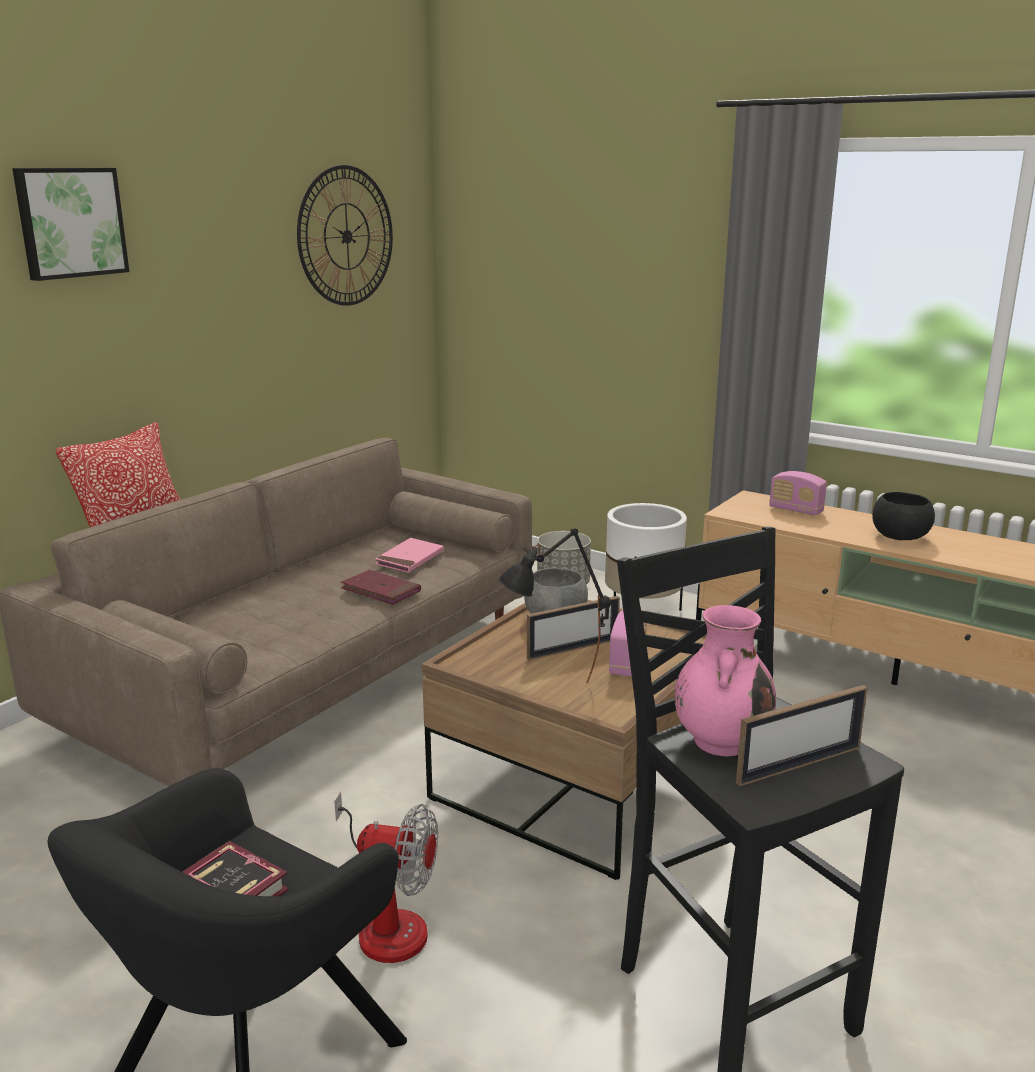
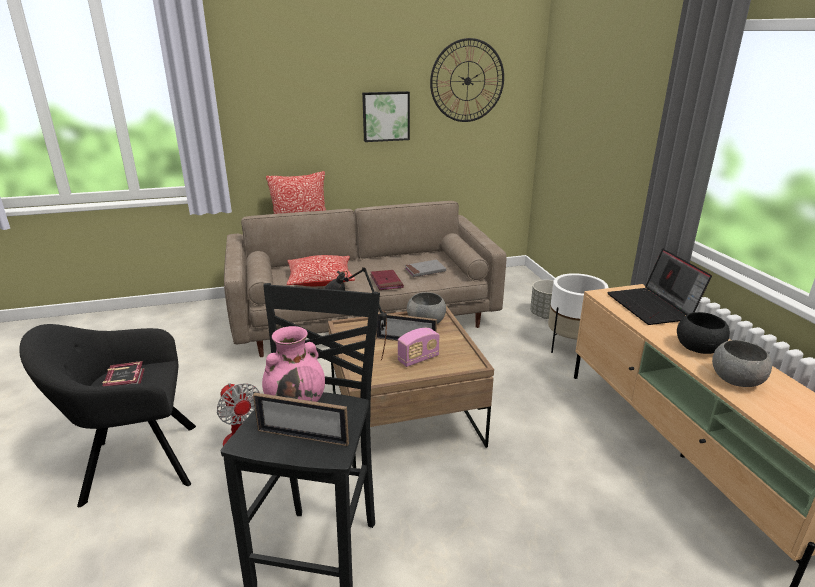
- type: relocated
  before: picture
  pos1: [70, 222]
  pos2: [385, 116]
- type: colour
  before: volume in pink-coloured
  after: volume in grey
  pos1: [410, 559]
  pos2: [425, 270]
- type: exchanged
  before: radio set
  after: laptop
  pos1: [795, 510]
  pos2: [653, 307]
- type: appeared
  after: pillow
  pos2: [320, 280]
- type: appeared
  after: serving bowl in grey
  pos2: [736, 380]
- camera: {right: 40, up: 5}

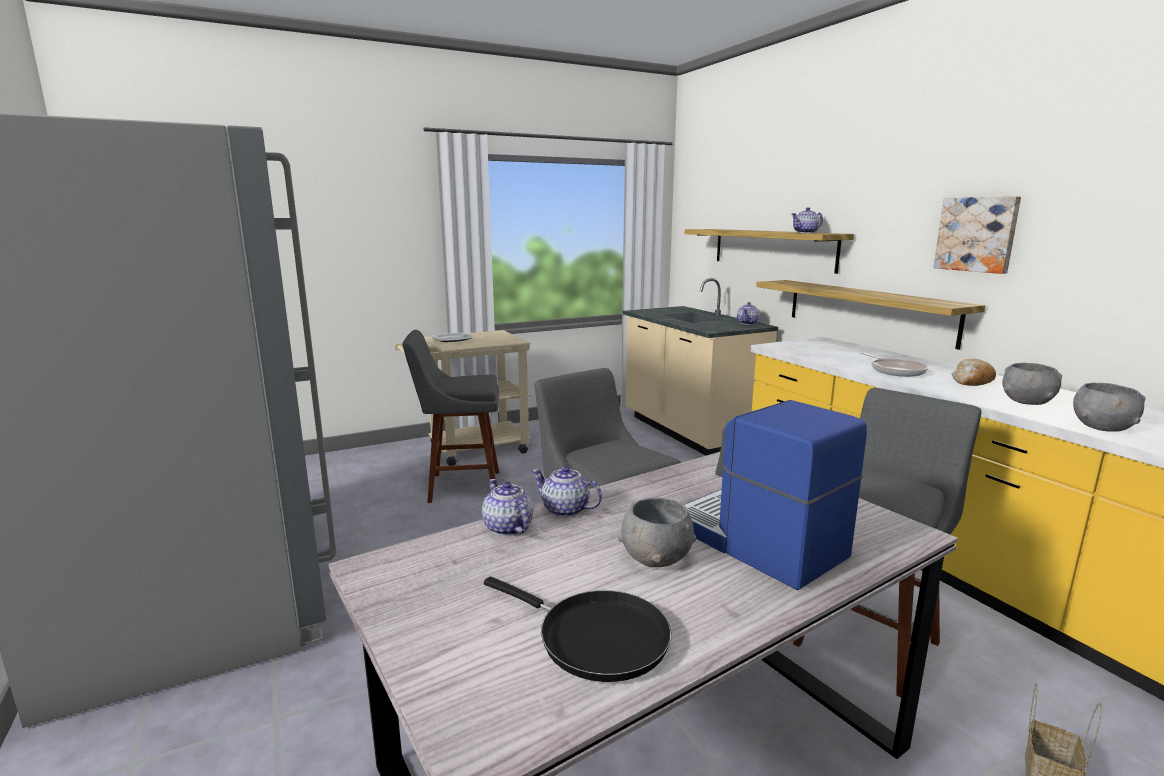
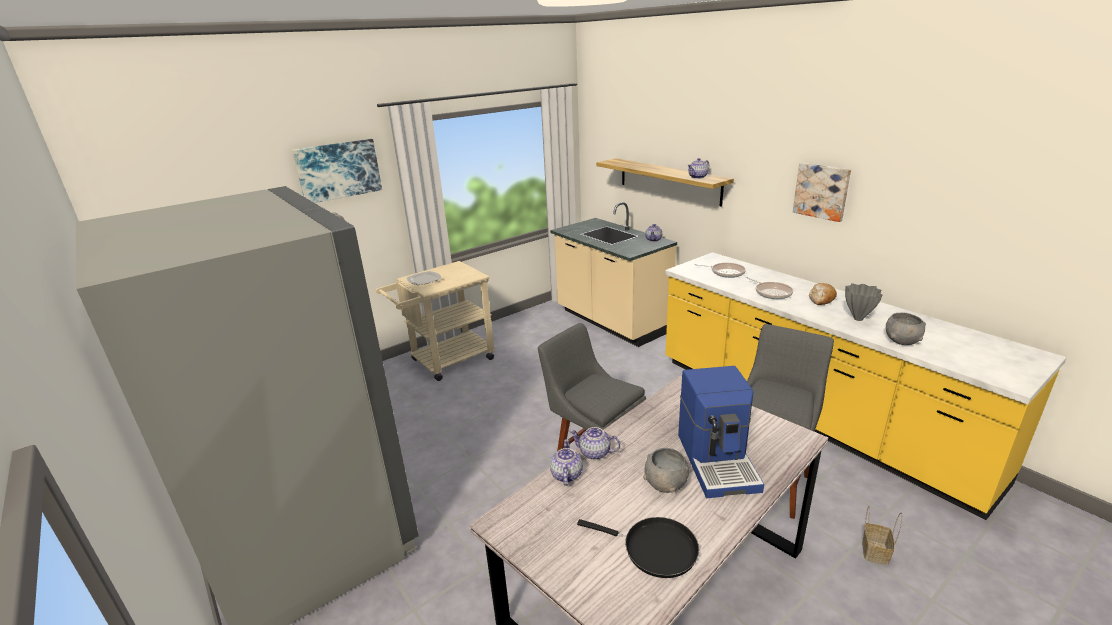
- type: missing
  before: sitting stool in grey
  pos1: [460, 486]
- type: spun
  before: teapot
  pos1: [508, 528]
  pos2: [566, 475]
  turn: 45
- type: spun
  before: coffee maker
  pos1: [756, 542]
  pos2: [718, 461]
  turn: -135
- type: missing
  before: shelf
  pos1: [867, 310]
- type: exchanged
  before: serving bowl in grey
  after: vase in grey
  pos1: [1027, 401]
  pos2: [857, 318]
- type: appeared
  after: picture
  pos2: [338, 170]
- type: appeared
  after: frying pan
  pos2: [725, 272]
- camera: {right: -10, up: 10}

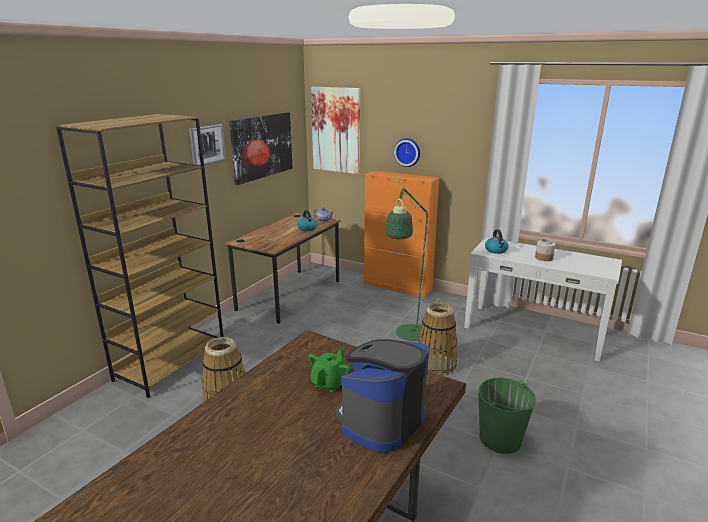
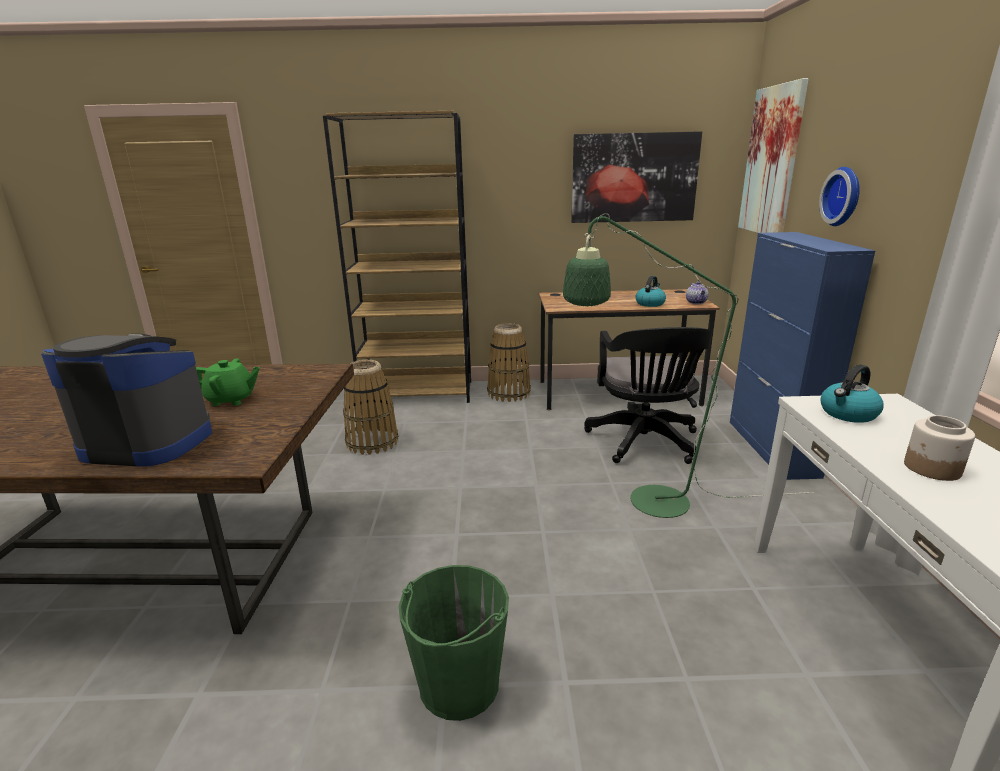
- type: missing
  before: picture
  pos1: [207, 144]
- type: colour
  before: cupboard in orange
  after: cupboard in bluish
  pos1: [398, 287]
  pos2: [771, 448]
- type: relocated
  before: storage basket
  pos1: [436, 365]
  pos2: [509, 393]
- type: appeared
  after: desk chair in blackish
  pos2: [644, 443]
- camera: {right: 60, up: 0}

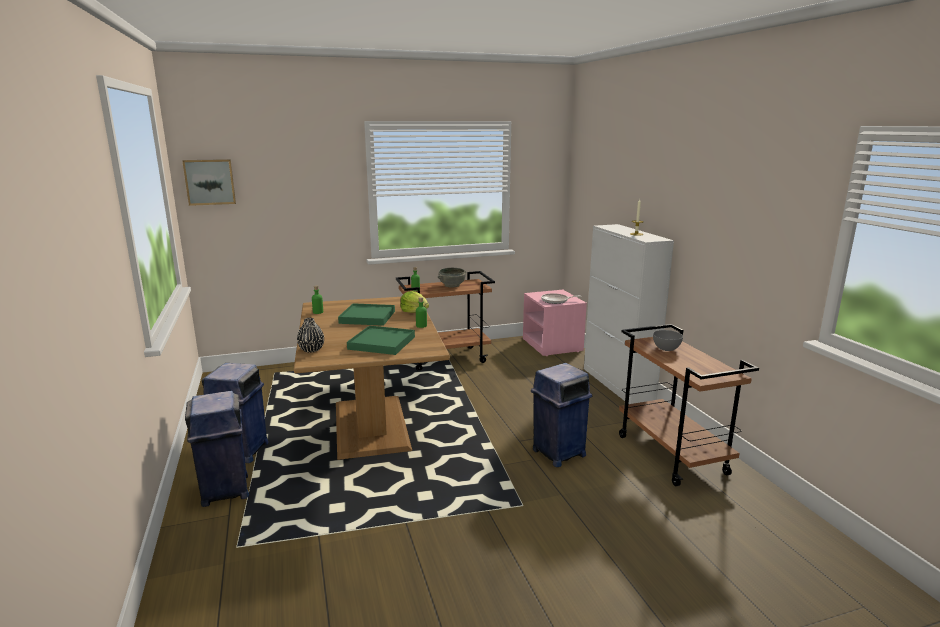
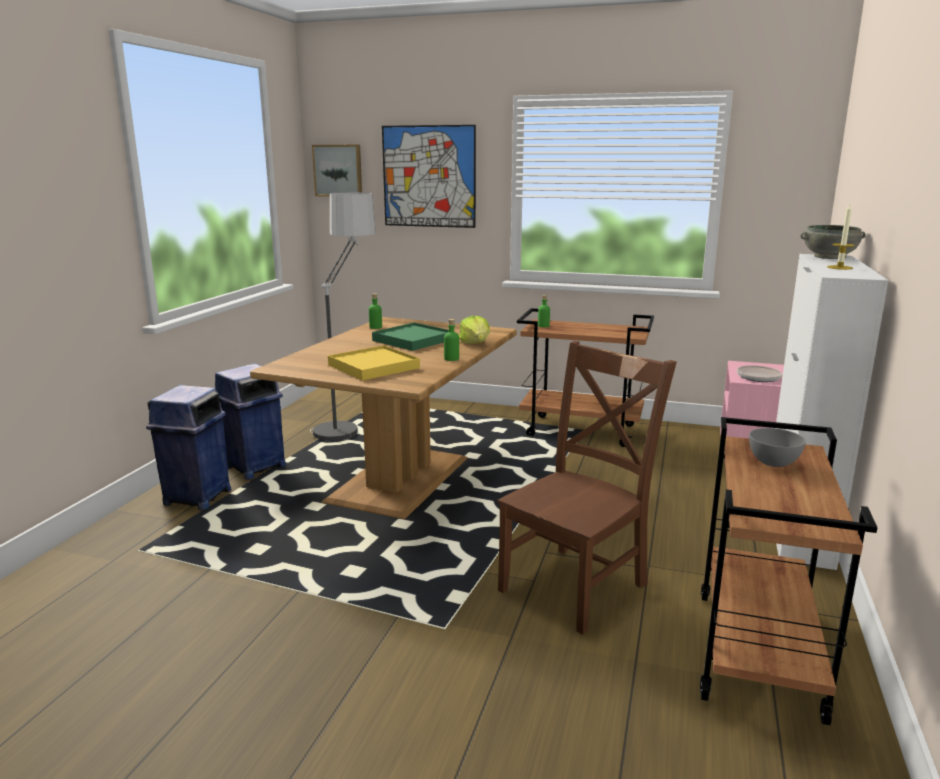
- type: missing
  before: vase in blackish
  pos1: [311, 350]
- type: colour
  before: tray in green-coloured
  after: tray in yellow
  pos1: [381, 343]
  pos2: [373, 366]
- type: relocated
  before: serving bowl in grey
  pos1: [452, 285]
  pos2: [829, 257]
- type: exchanged
  before: rubbish bin in bluish
  after: chair in brownish
  pos1: [558, 453]
  pos2: [577, 585]
- type: appeared
  after: standing lamp
  pos2: [347, 422]
- type: appeared
  after: picture
  pos2: [429, 176]
- camera: {right: 35, up: 0}

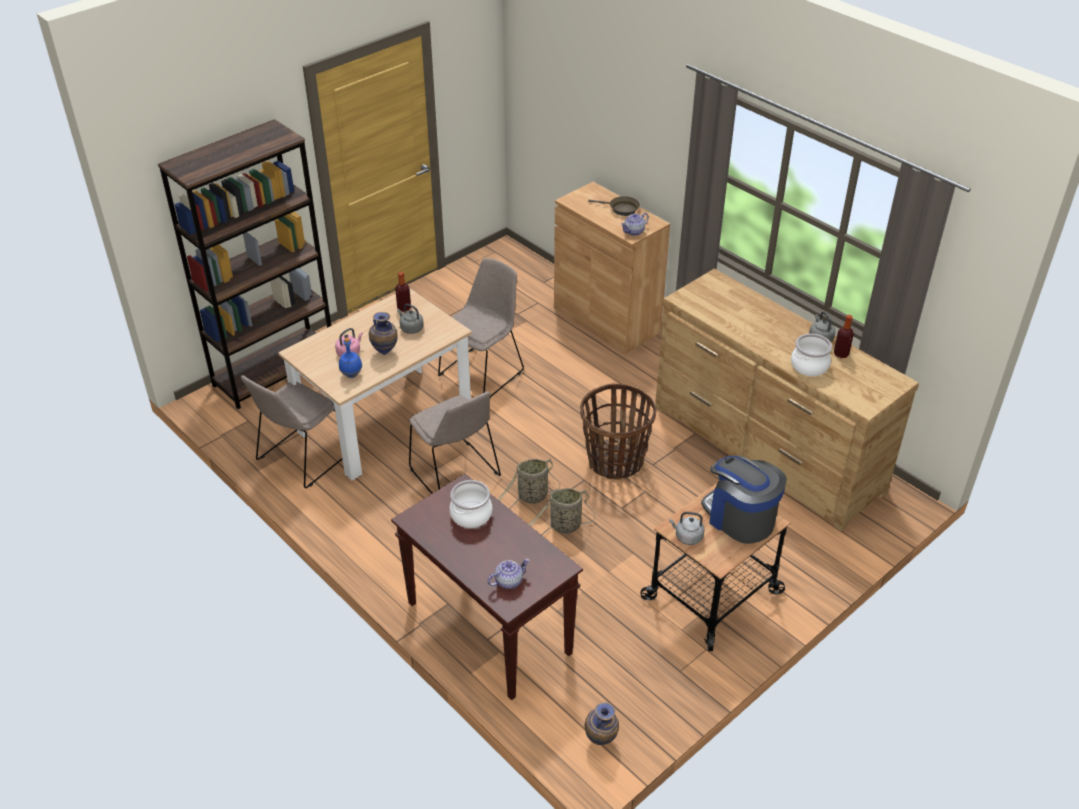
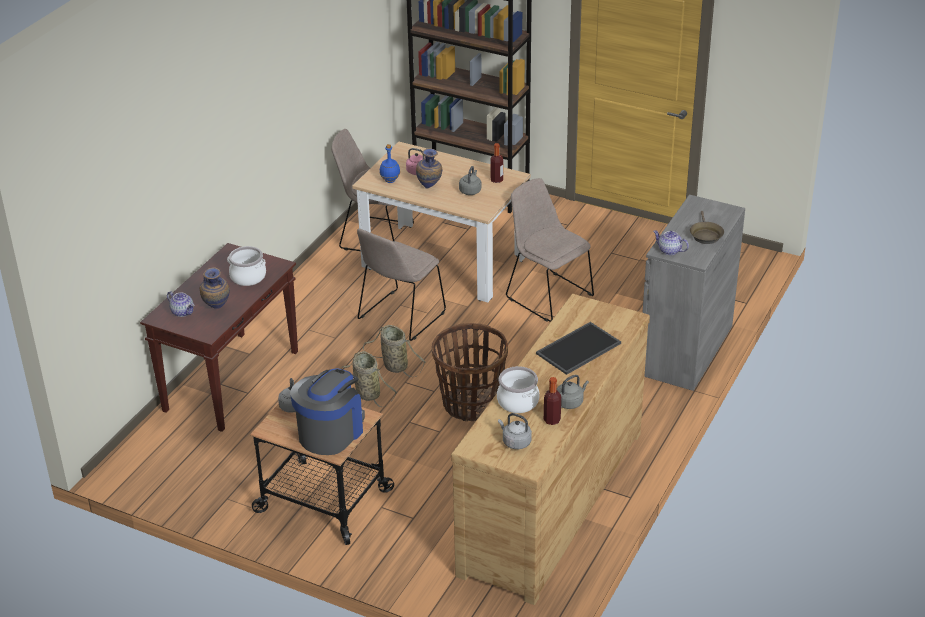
- type: spun
  before: chair in beige-coloured
  pos1: [483, 371]
  pos2: [547, 295]
  turn: -150
- type: colour
  before: cupboard in brownish
  after: cupboard in grey
  pos1: [606, 320]
  pos2: [686, 350]
- type: relocated
  before: vase
  pos1: [601, 741]
  pos2: [216, 309]
- type: appeared
  after: water kettle in grey
  pos2: [515, 442]
- type: appeared
  after: tray
  pos2: [578, 349]
- camera: {right: 70, up: -5}

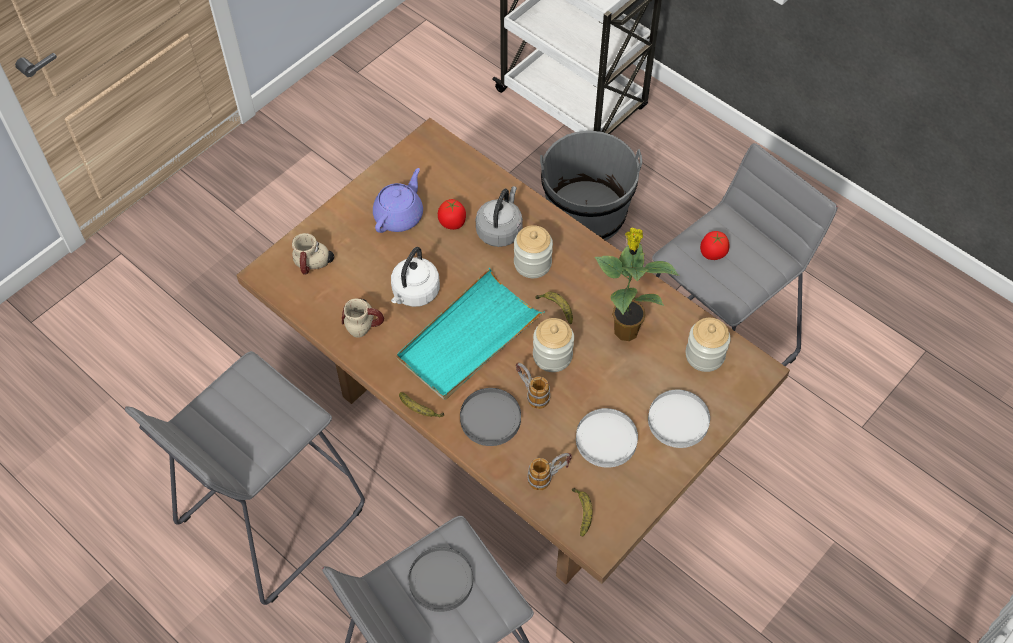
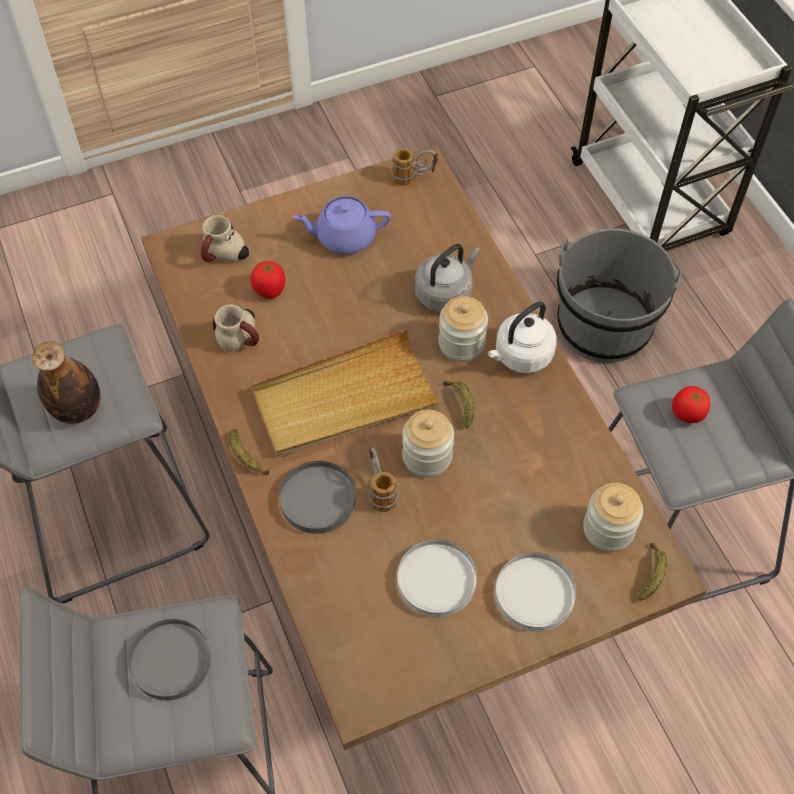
- type: spun
  before: teapot in purple-coloured
  pos1: [399, 215]
  pos2: [344, 237]
  turn: -150
- type: relocated
  before: water kettle in white-coloured
  pos1: [414, 293]
  pos2: [521, 356]
- type: colour
  before: tray in turquoise
  after: tray in beige-coloured
  pos1: [469, 338]
  pos2: [344, 399]
- type: relocated
  before: fresh tomato
  pos1: [452, 223]
  pos2: [270, 290]
- type: relocated
  before: tea mug
  pos1: [549, 476]
  pos2: [414, 178]
- type: relocated
  before: banana
  pos1: [582, 512]
  pos2: [652, 574]
- type: missing
  before: houseplant
  pos1: [625, 329]
- type: appeared
  after: bottle
  pos2: [78, 409]
- camera: {right: 25, up: 0}

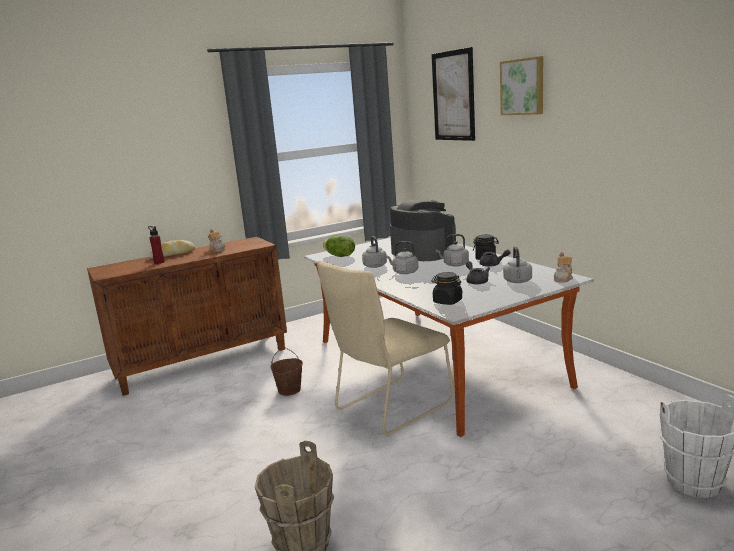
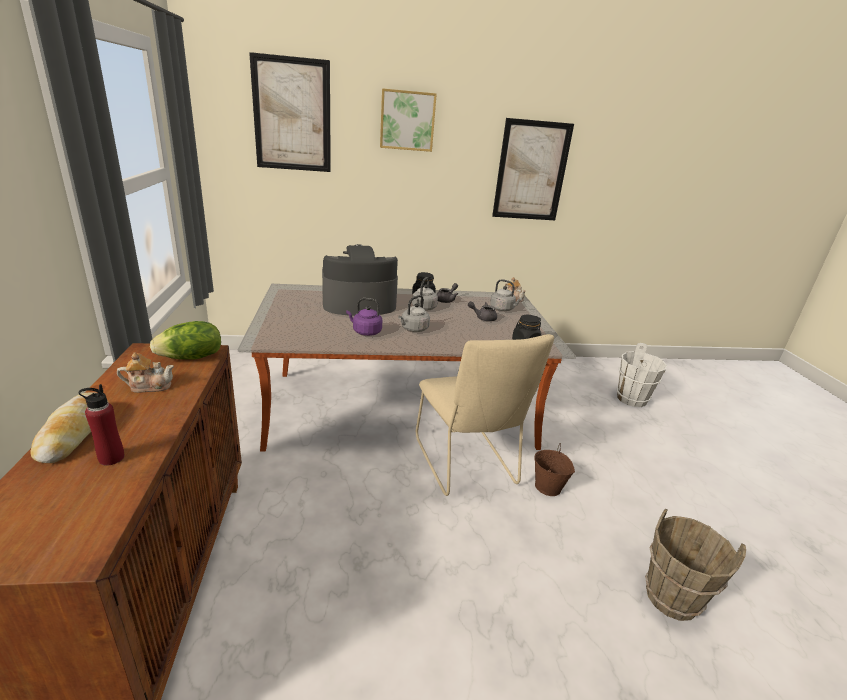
- type: relocated
  before: bucket in brownish
  pos1: [289, 390]
  pos2: [548, 487]
- type: relocated
  before: head of lettuce
  pos1: [339, 256]
  pos2: [191, 357]
- type: colour
  before: water kettle in grey
  after: water kettle in purple-coloured
  pos1: [374, 265]
  pos2: [365, 332]
- type: appeared
  after: picture
  pos2: [531, 171]
- camera: {right: -70, up: 10}

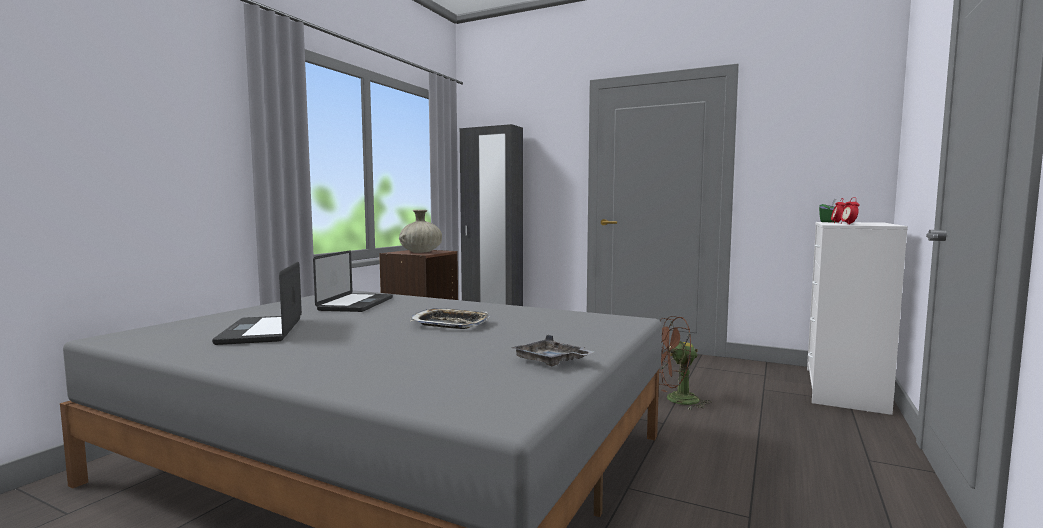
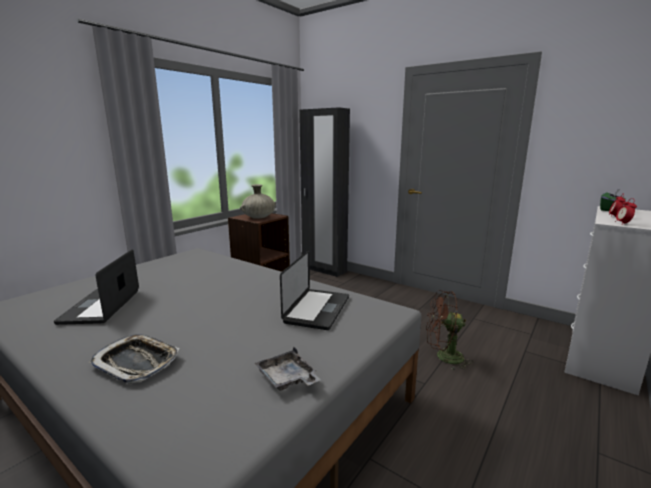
- type: relocated
  before: laptop
  pos1: [356, 304]
  pos2: [317, 309]
- type: relocated
  before: tray
  pos1: [450, 324]
  pos2: [137, 362]
- camera: {right: 10, up: 10}

